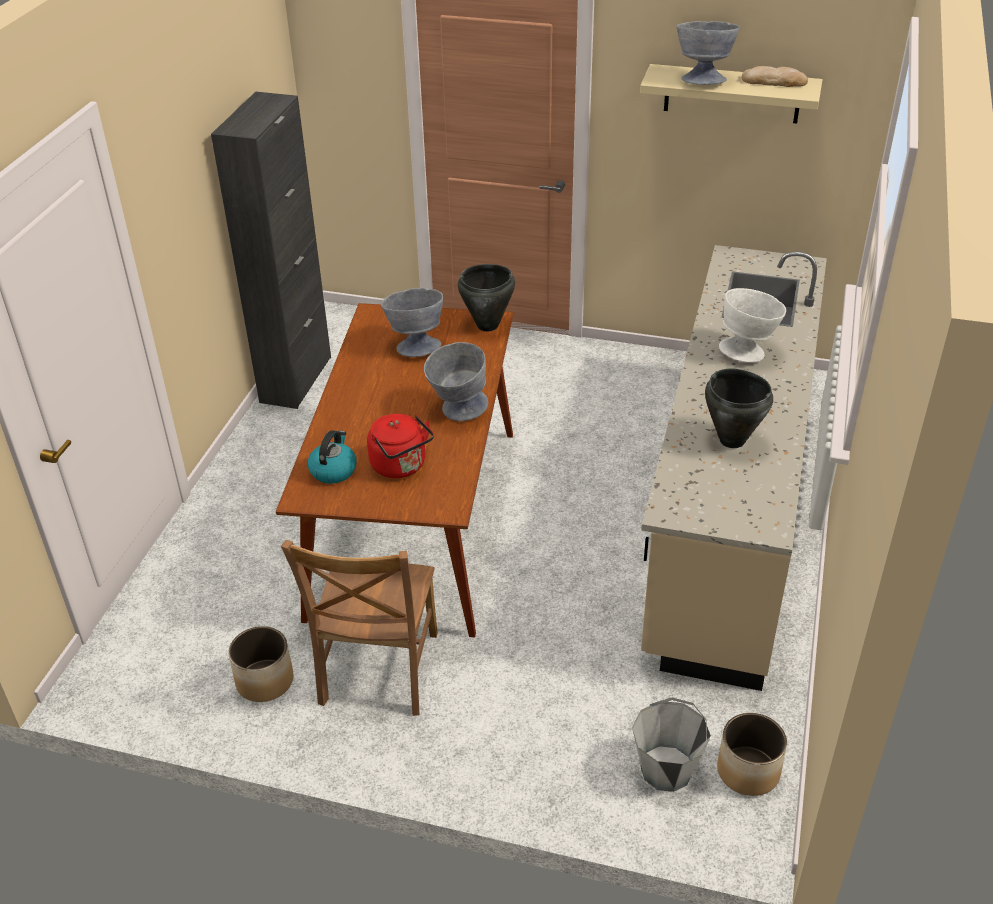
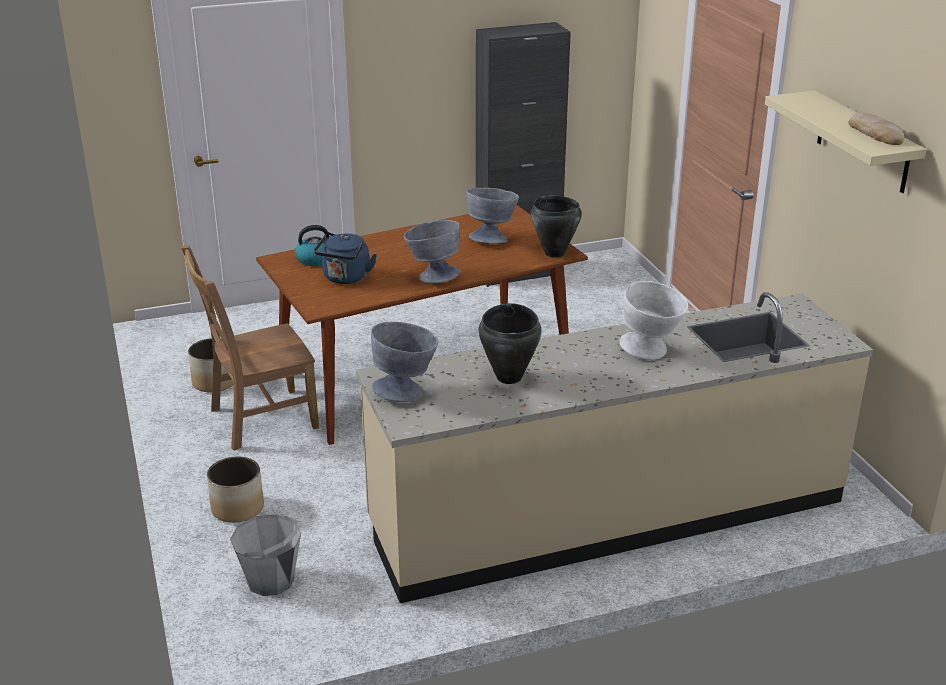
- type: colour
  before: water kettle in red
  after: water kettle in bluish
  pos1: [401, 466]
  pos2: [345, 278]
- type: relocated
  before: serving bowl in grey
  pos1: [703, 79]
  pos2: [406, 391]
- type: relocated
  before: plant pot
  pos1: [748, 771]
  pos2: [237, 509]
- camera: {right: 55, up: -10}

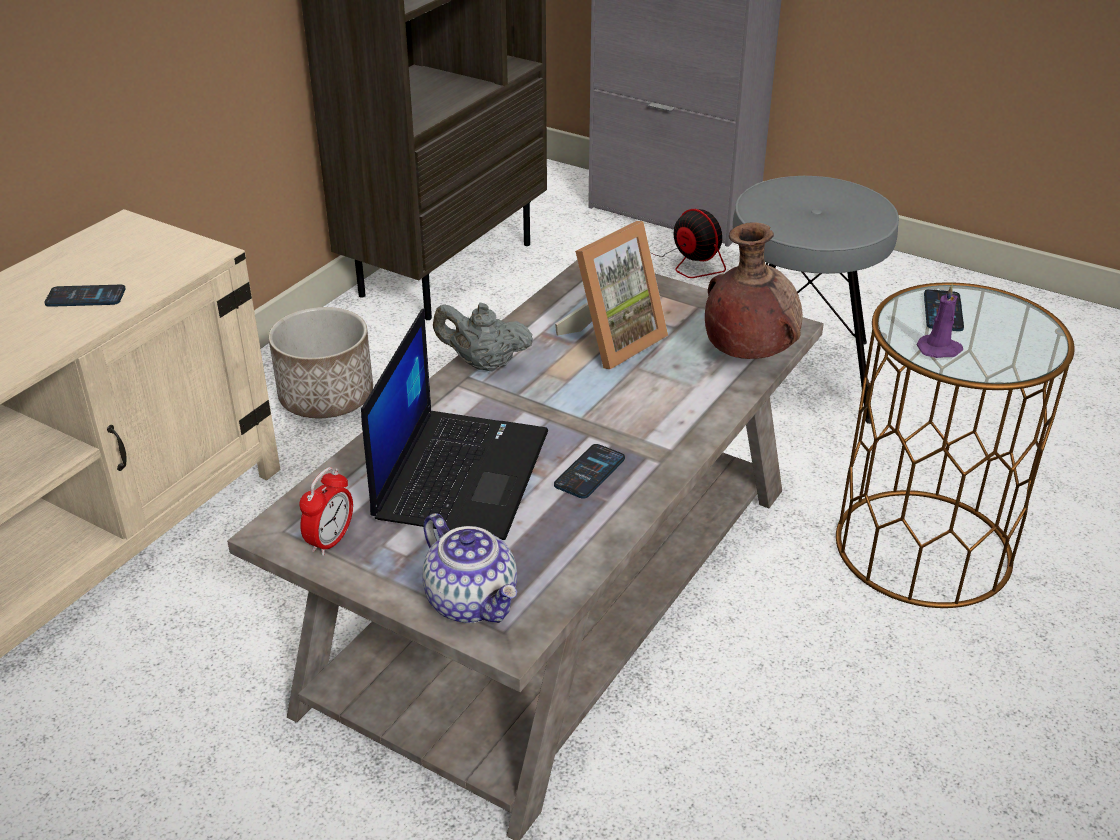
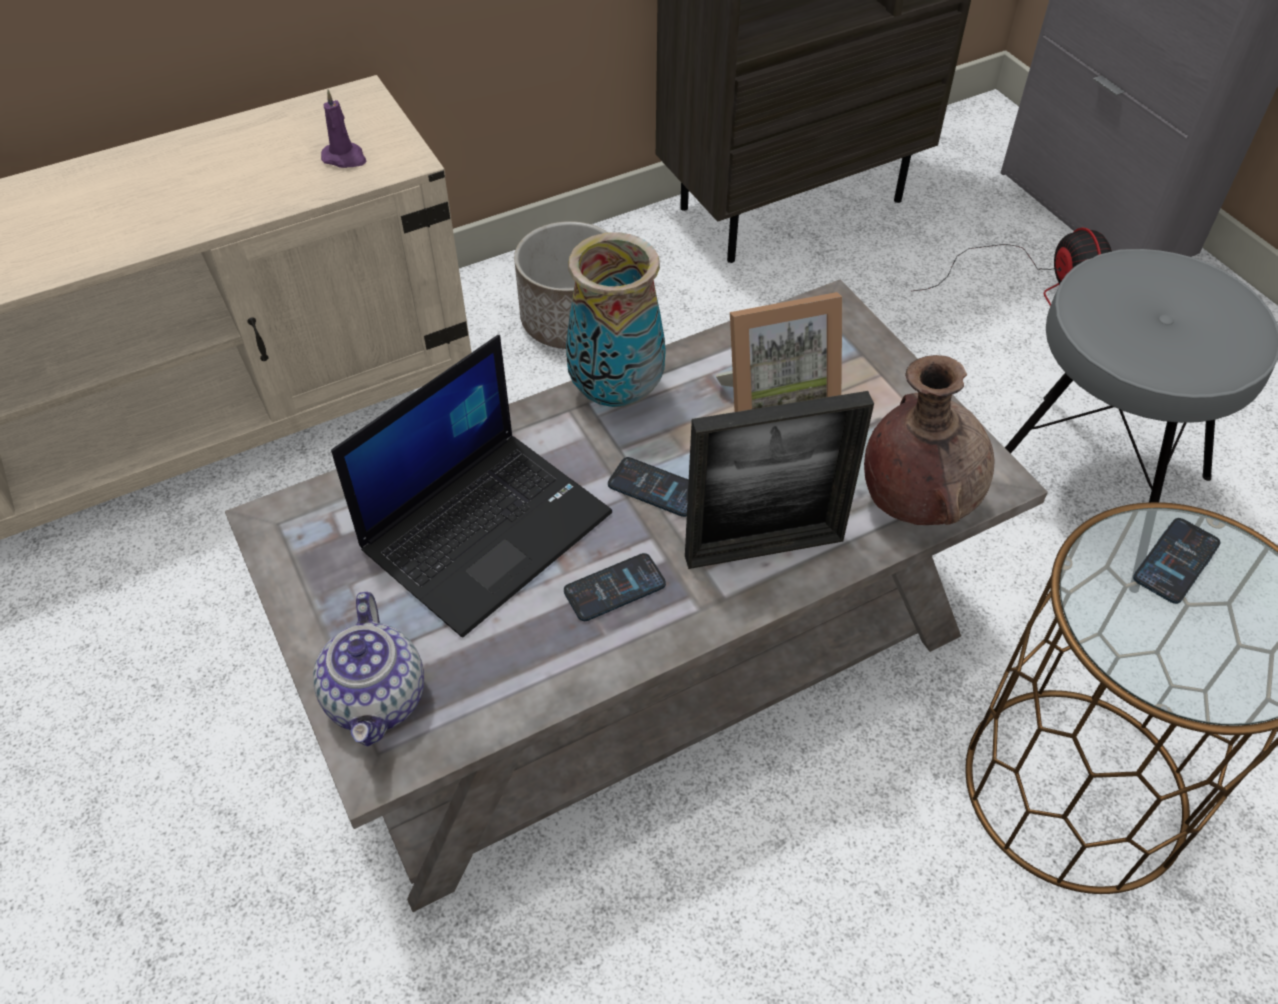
- type: relocated
  before: telephone
  pos1: [85, 297]
  pos2: [655, 488]
- type: missing
  before: alarm clock
  pos1: [330, 541]
- type: exchanged
  before: teapot in grey
  after: vase
  pos1: [483, 364]
  pos2: [615, 393]
- type: relocated
  before: candle in purple-coloured
  pos1: [940, 349]
  pos2: [345, 158]
- type: appeared
  after: photo frame
  pos2: [764, 548]
- camera: {right: 30, up: 15}

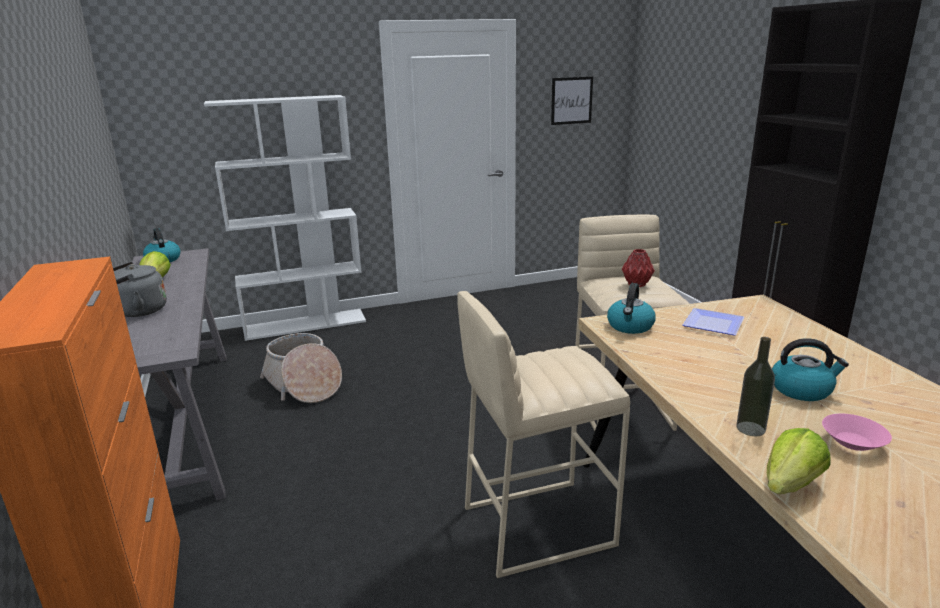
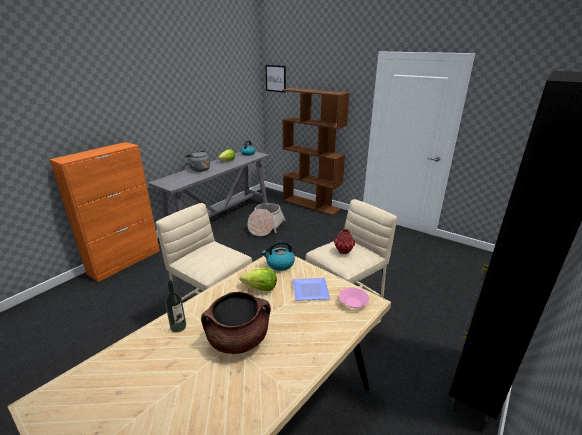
- type: colour
  before: bookshelf in white-coloured
  after: bookshelf in brownish
  pos1: [306, 324]
  pos2: [311, 204]
- type: relocated
  before: picture
  pos1: [571, 100]
  pos2: [275, 78]
- type: relocated
  before: head of lettuce
  pos1: [790, 484]
  pos2: [260, 288]
- type: exchanged
  before: water kettle
  after: stockpot in brownish
  pos1: [802, 389]
  pos2: [238, 339]
- type: relocated
  before: serving bowl in pink-coloured
  pos1: [852, 443]
  pos2: [353, 303]
- camera: {right: 55, up: 5}

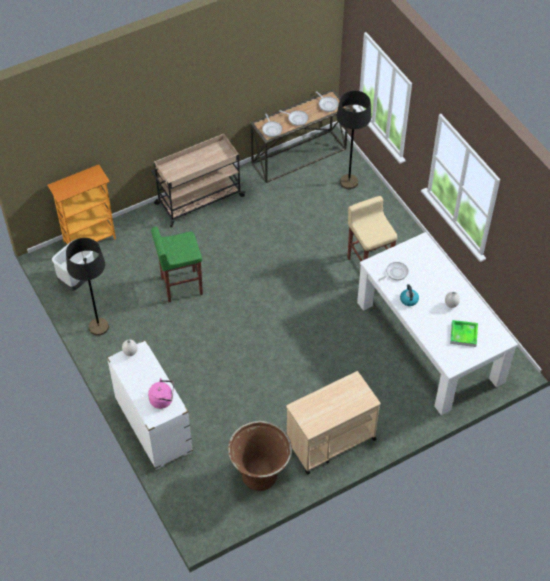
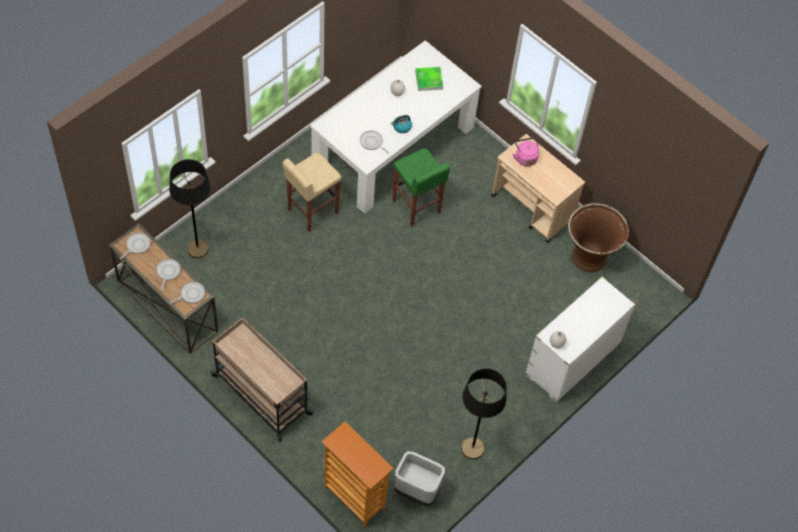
- type: relocated
  before: water kettle in pink-coloured
  pos1: [163, 400]
  pos2: [525, 157]
- type: relocated
  before: sitting stool in green-coloured
  pos1: [181, 286]
  pos2: [416, 207]
- camera: {right: -110, up: 5}

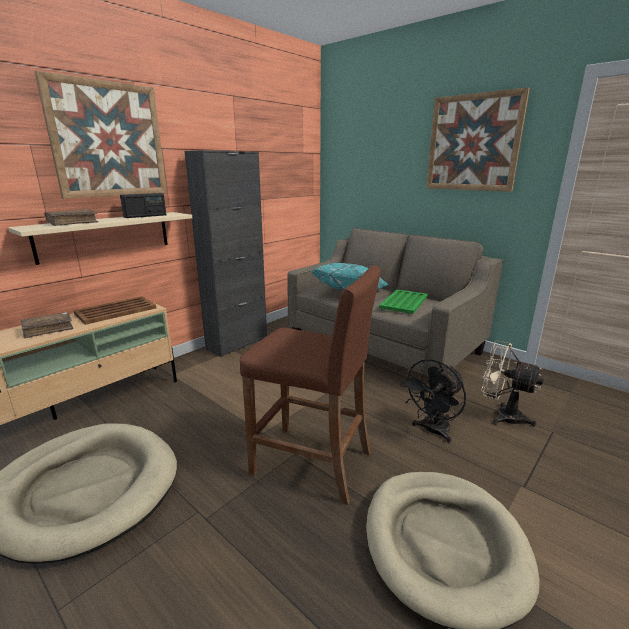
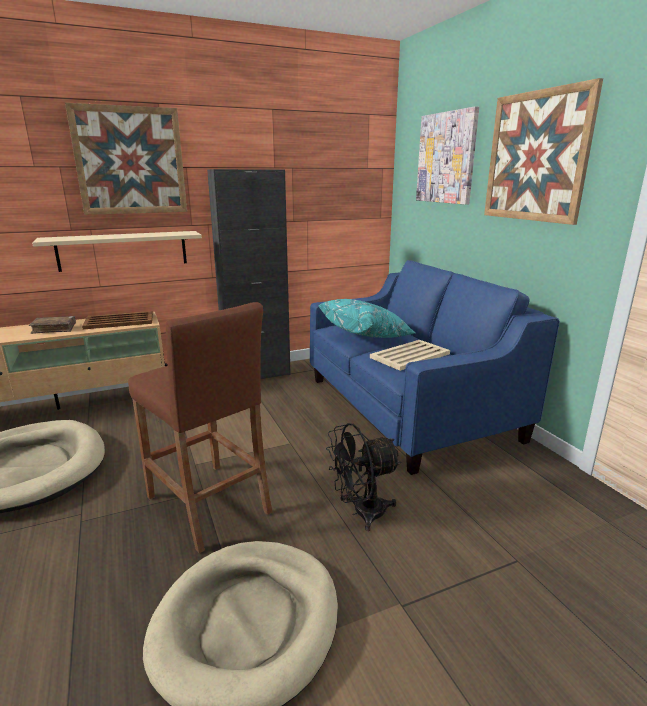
- type: missing
  before: volume in brownish
  pos1: [72, 223]
- type: missing
  before: radio set
  pos1: [145, 216]
- type: colour
  before: couch in beige-coloured
  after: couch in bluish
  pos1: [384, 346]
  pos2: [408, 408]
- type: colour
  before: tray in green-coloured
  after: tray in beige-coloured
  pos1: [404, 302]
  pos2: [410, 355]
- type: missing
  before: electric fan in beige-coloured
  pos1: [501, 415]
- type: appeared
  after: picture
  pos2: [446, 158]
- camera: {right: 25, up: 0}

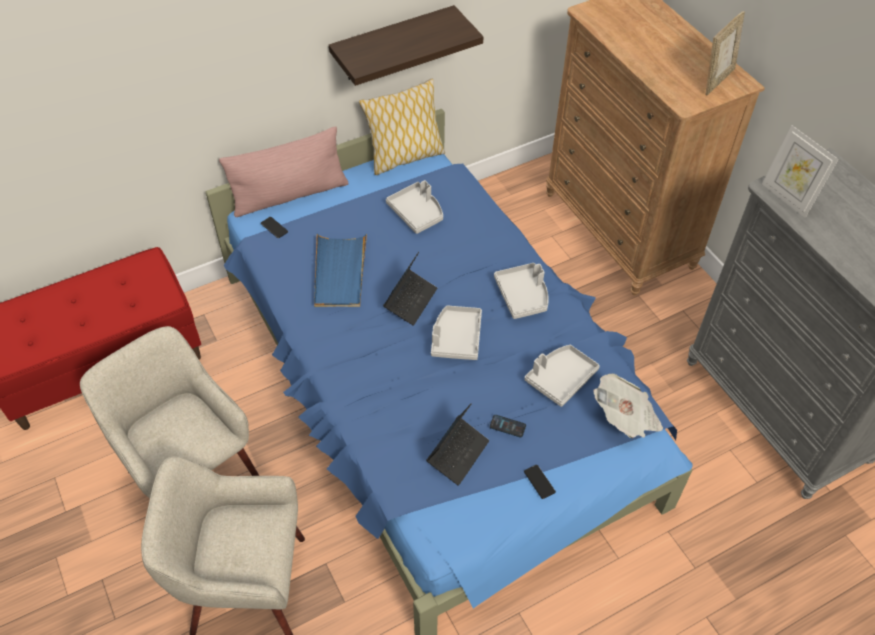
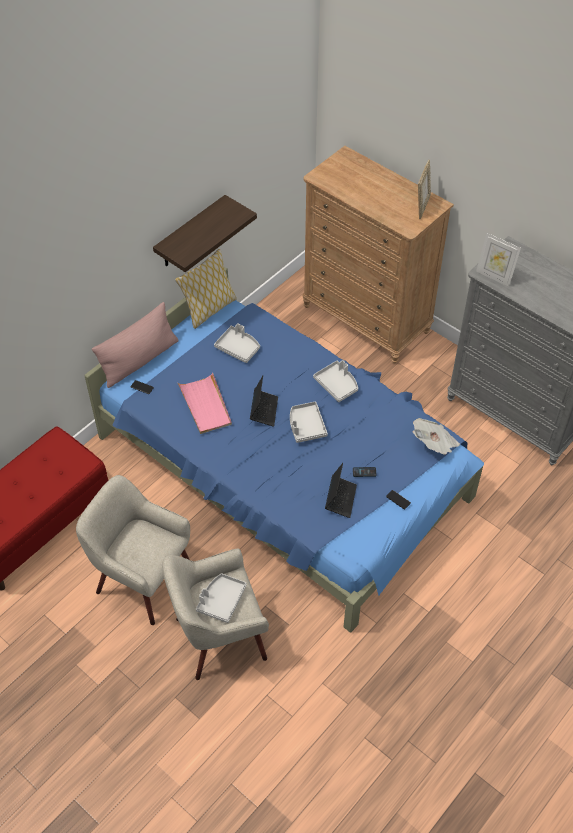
- type: colour
  before: tray in bluish
  after: tray in pink-coloured
  pos1: [340, 273]
  pos2: [205, 405]
- type: relocated
  before: tray in grey
  pos1: [560, 378]
  pos2: [221, 600]
- camera: {right: -20, up: 0}

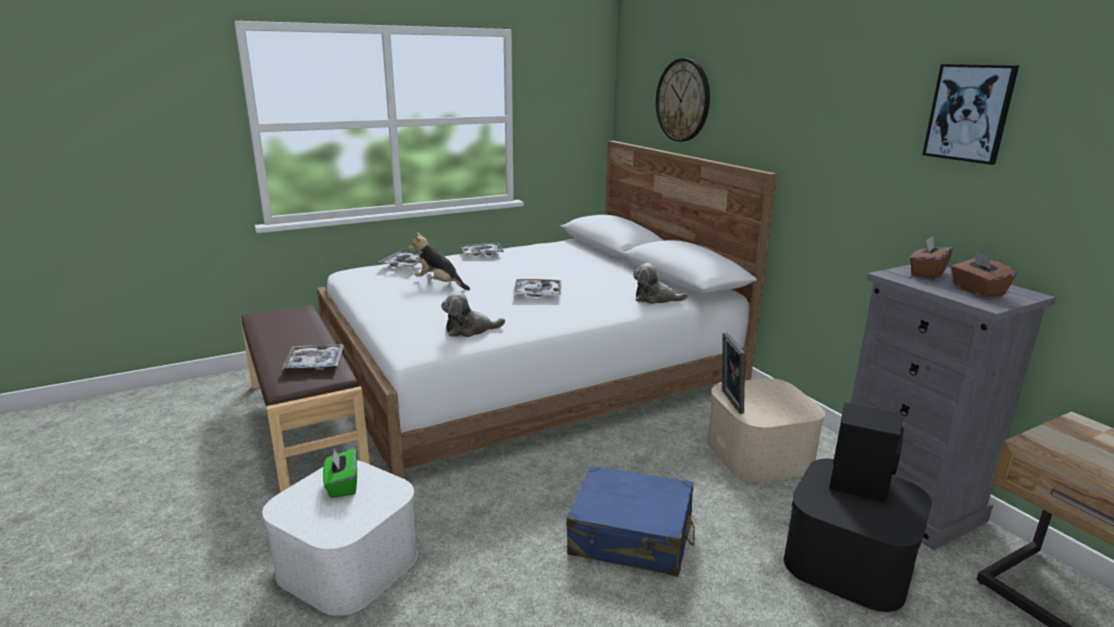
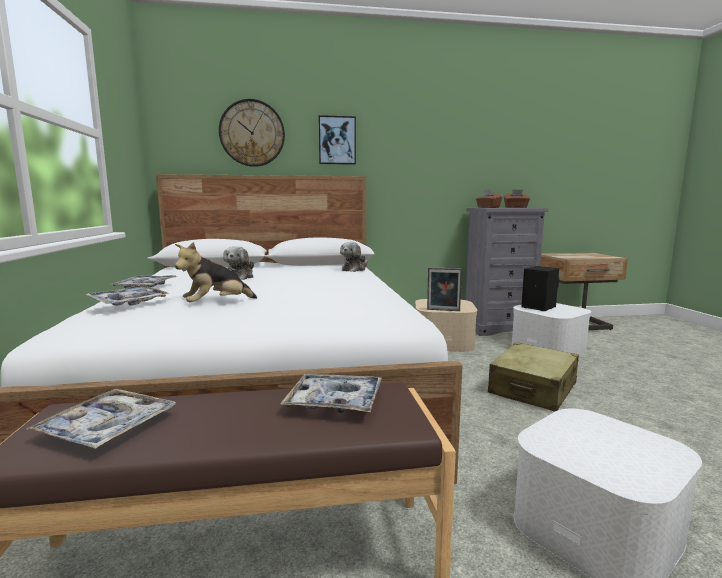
- type: missing
  before: tissue box in green-coloured
  pos1: [342, 485]
- type: relocated
  before: cuddly toy
  pos1: [469, 330]
  pos2: [240, 277]
- type: relocated
  before: tray
  pos1: [537, 293]
  pos2: [107, 428]
- type: colour
  before: suitcase in bluish
  after: suitcase in beige-coloured
  pos1: [631, 537]
  pos2: [533, 389]
- type: colour
  before: storage container in blackish
  after: storage container in white-coloured
  pos1: [849, 560]
  pos2: [548, 347]
- type: relocated
  before: picture
  pos1: [969, 113]
  pos2: [337, 140]
- camera: {right: -70, up: -10}

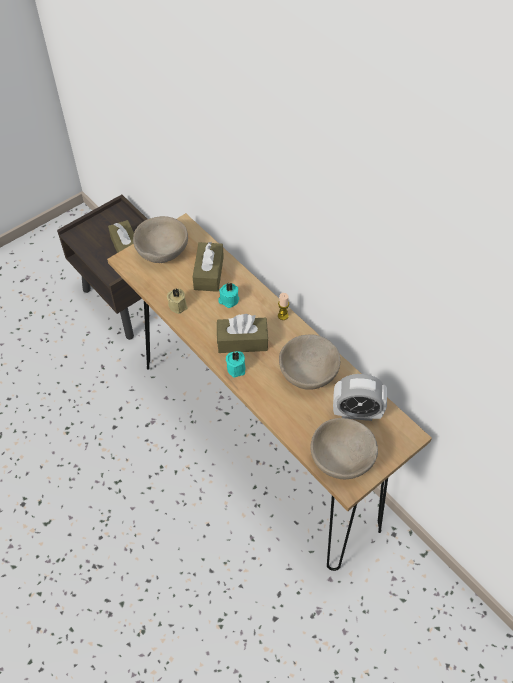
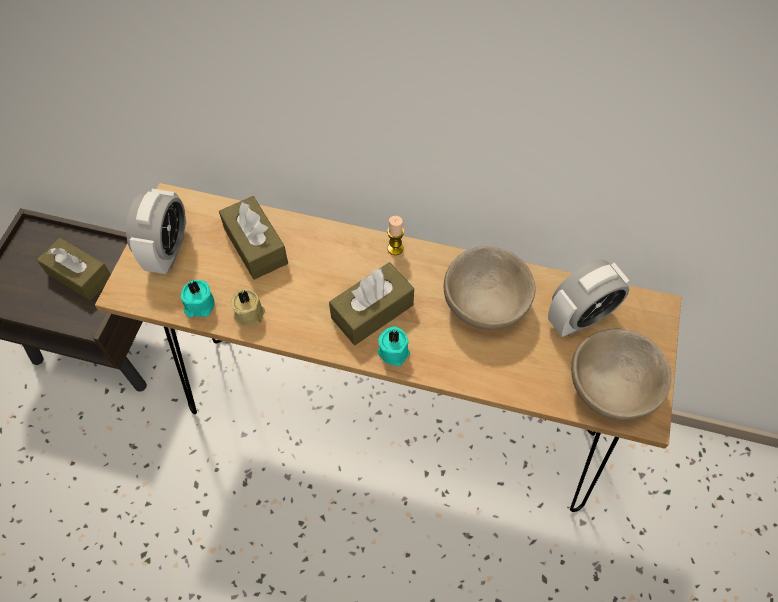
- type: exchanged
  before: serving bowl in beige-coloured
  after: alarm clock
  pos1: [162, 251]
  pos2: [168, 251]
- type: relocated
  before: candle in turquoise
  pos1: [228, 300]
  pos2: [199, 305]
- camera: {right: -35, up: 5}

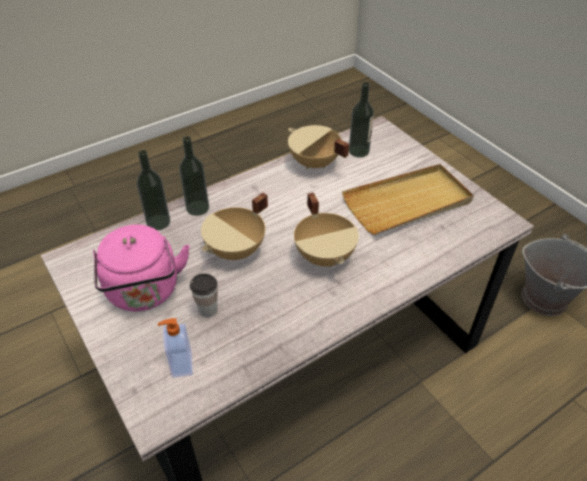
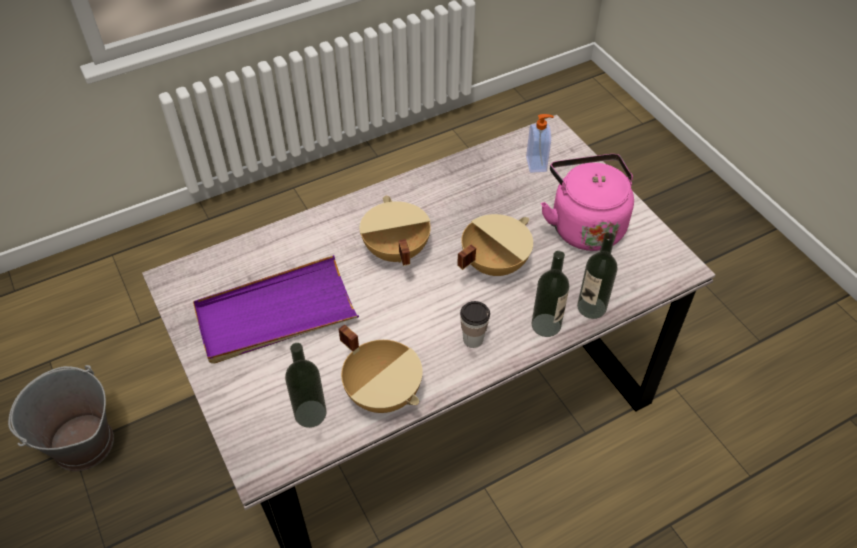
- type: relocated
  before: small cup
  pos1: [208, 310]
  pos2: [473, 339]
- type: colour
  before: tray in beige-coloured
  after: tray in purple-coloured
  pos1: [408, 202]
  pos2: [275, 314]
- camera: {right: -175, up: 5}

